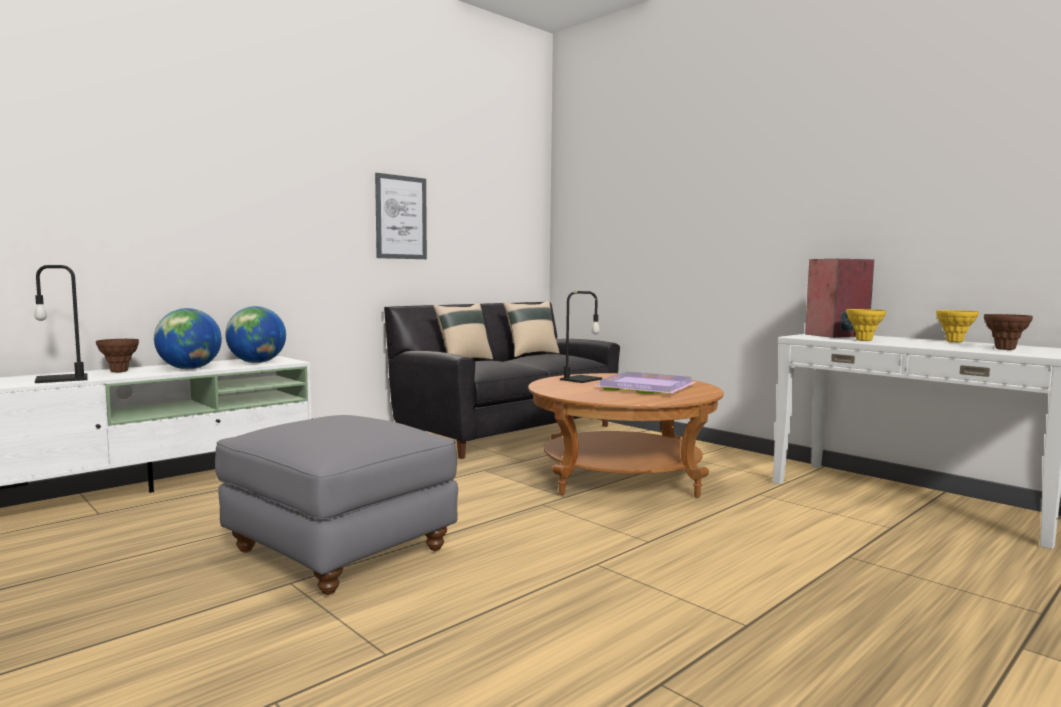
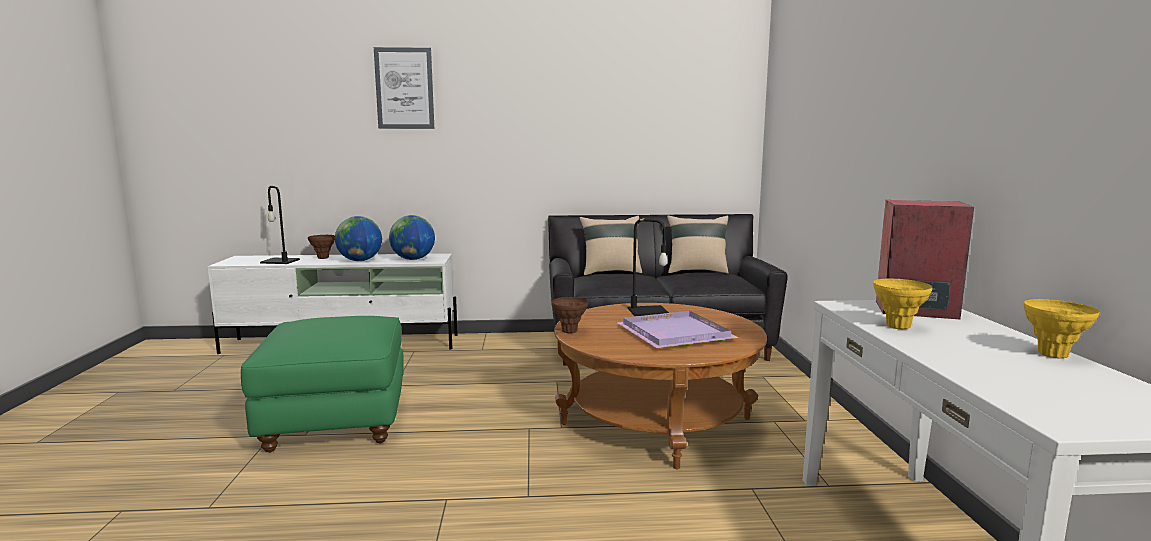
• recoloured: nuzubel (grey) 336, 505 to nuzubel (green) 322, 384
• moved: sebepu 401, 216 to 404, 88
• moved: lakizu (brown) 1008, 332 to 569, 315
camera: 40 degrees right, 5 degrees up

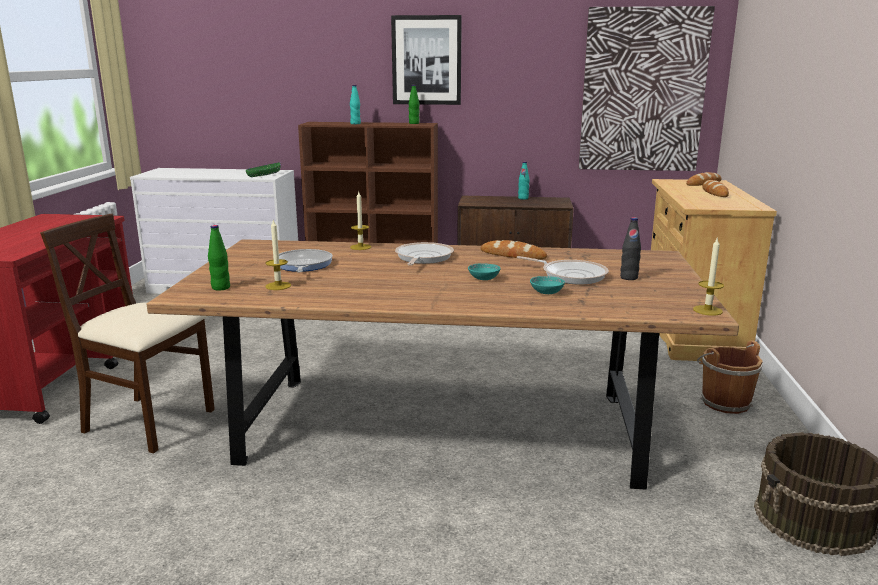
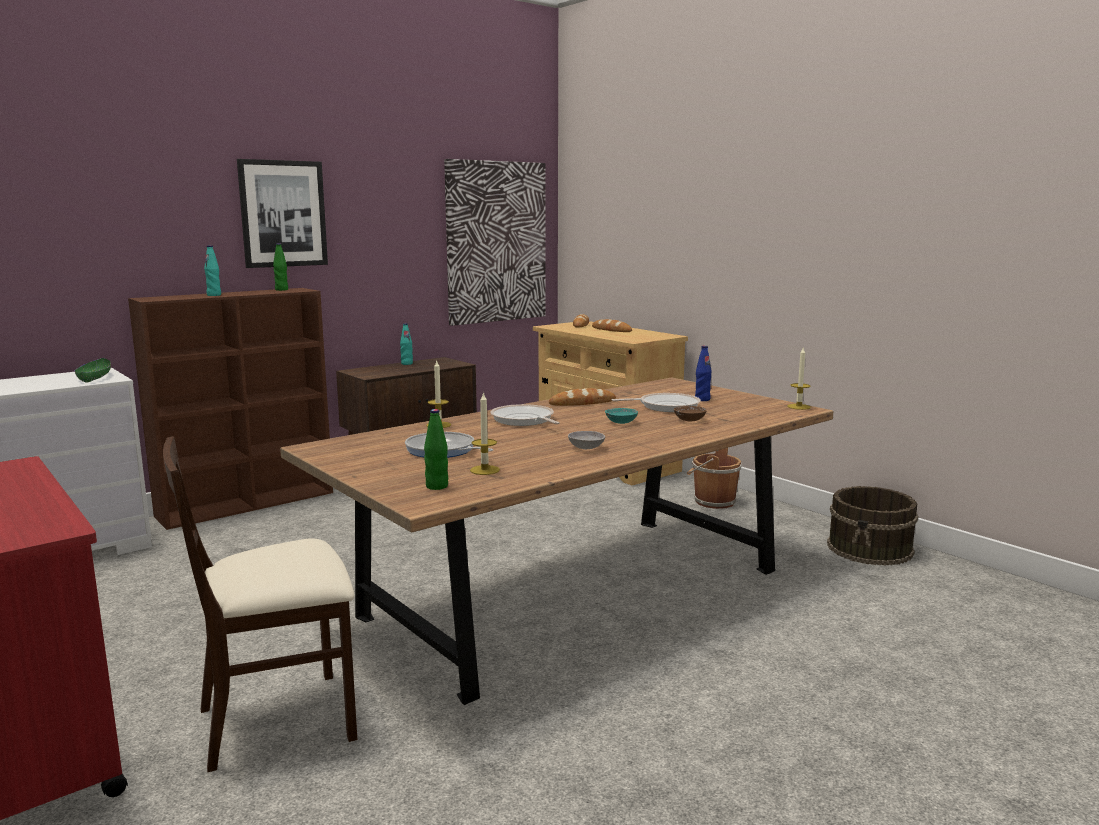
• recoloured: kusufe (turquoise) 547, 285 to kusufe (brown) 690, 413
• recoloured: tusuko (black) 630, 248 to tusuko (blue) 703, 373
• added: kusufe (grey) 586, 440
camera: 45 degrees left, 5 degrees down

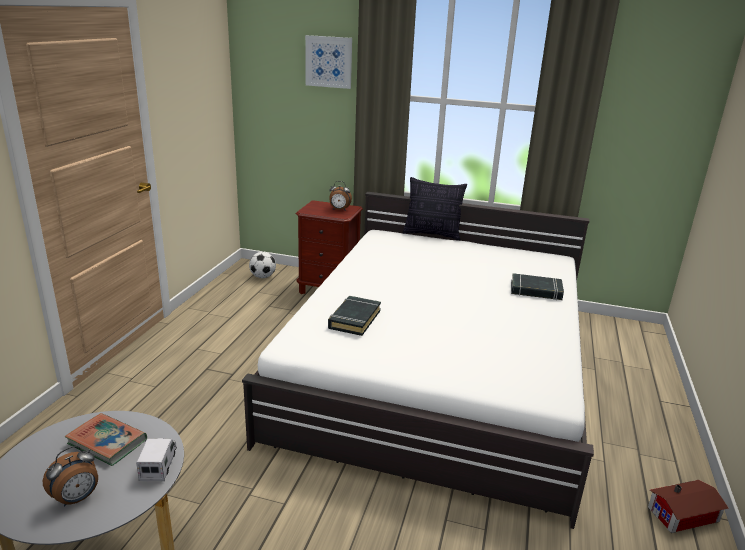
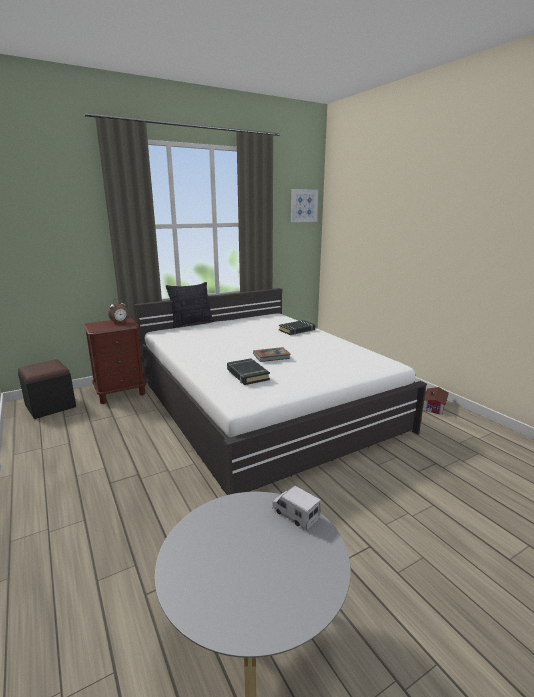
• removed: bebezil 70, 476
• moved: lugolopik 106, 439 to 272, 354
• replaced: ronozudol 262, 265 to nuzubel (black) 47, 389
• moved: sebepu 328, 62 to 304, 205
camera: 45 degrees left, 5 degrees down

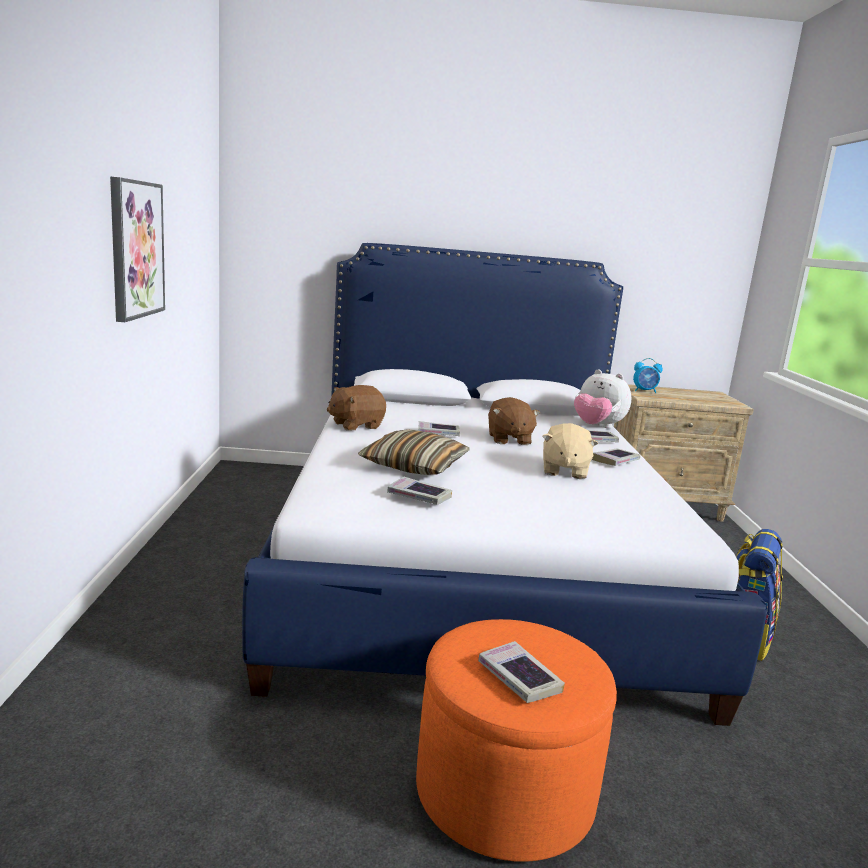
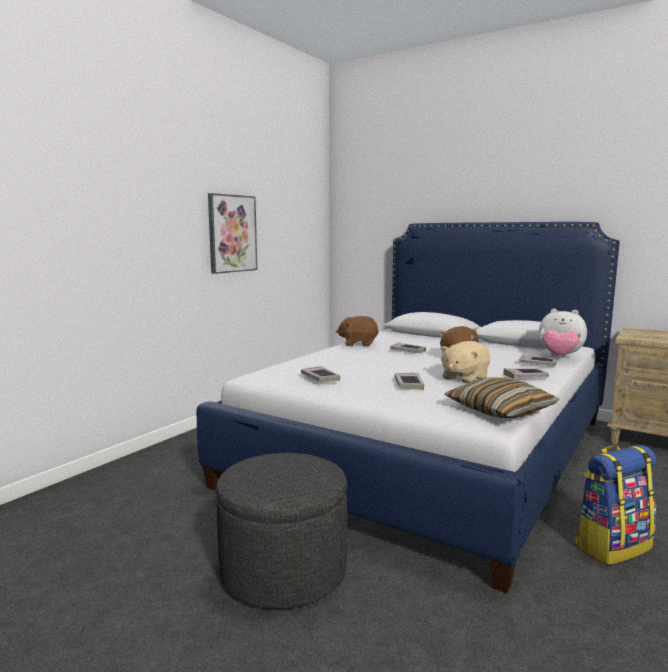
• moved: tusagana 413, 452 to 501, 397
• recoloured: nuzubel (orange) 516, 740 to nuzubel (grey) 281, 531
• moved: lugolopik 521, 672 to 409, 381
• turned: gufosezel 602, 398 = 563, 333 45 degrees counterclockwise
• removed: bebezil 648, 375
camera: 35 degrees right, 5 degrees down

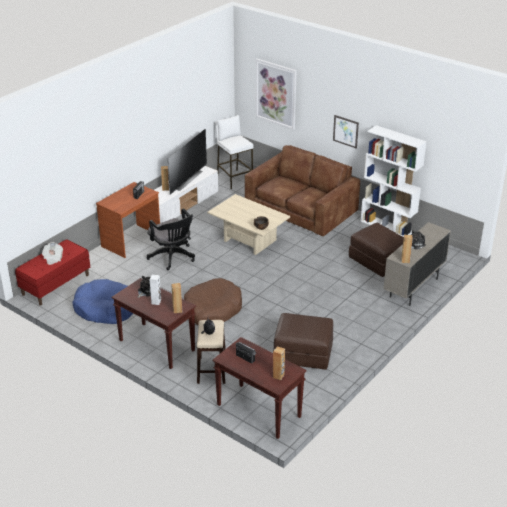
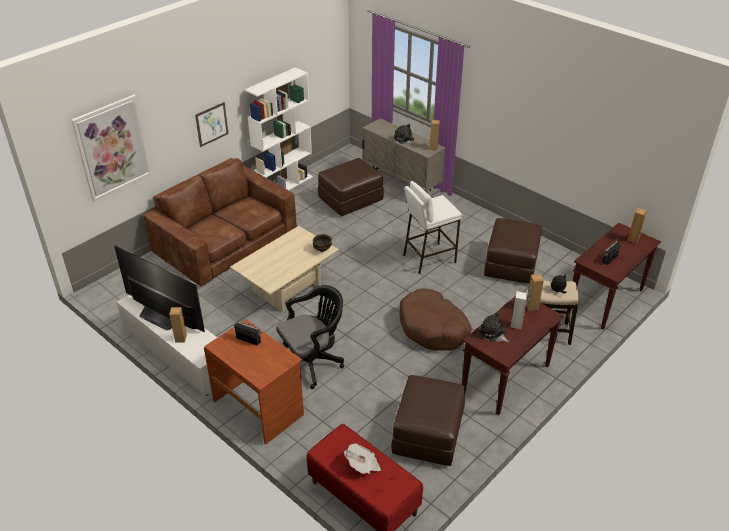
• replaced: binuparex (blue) 102, 301 to nuzubel (brown) 428, 420
• moved: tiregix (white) 234, 152 to 432, 227
camera: 85 degrees left, 5 degrees up

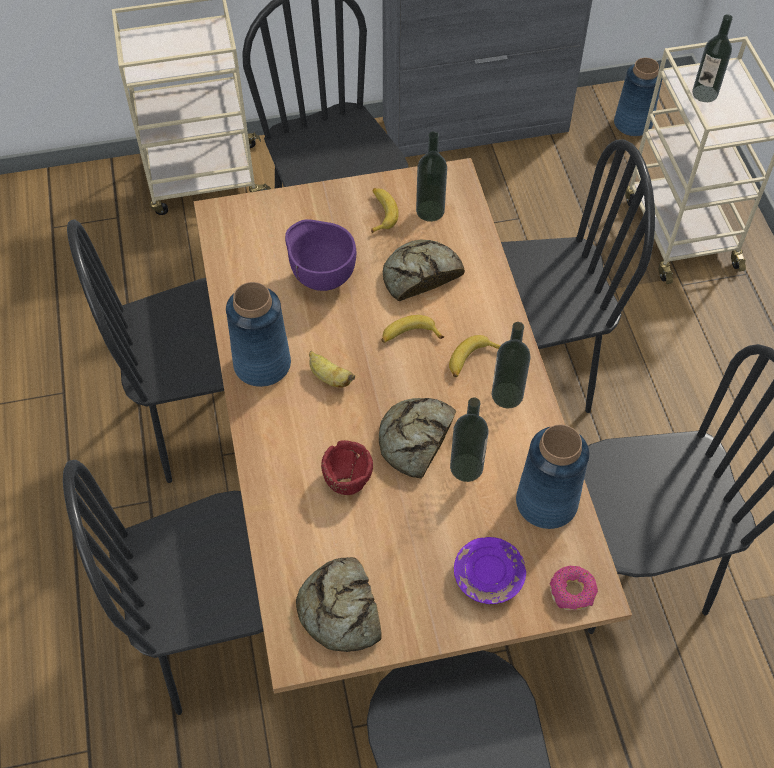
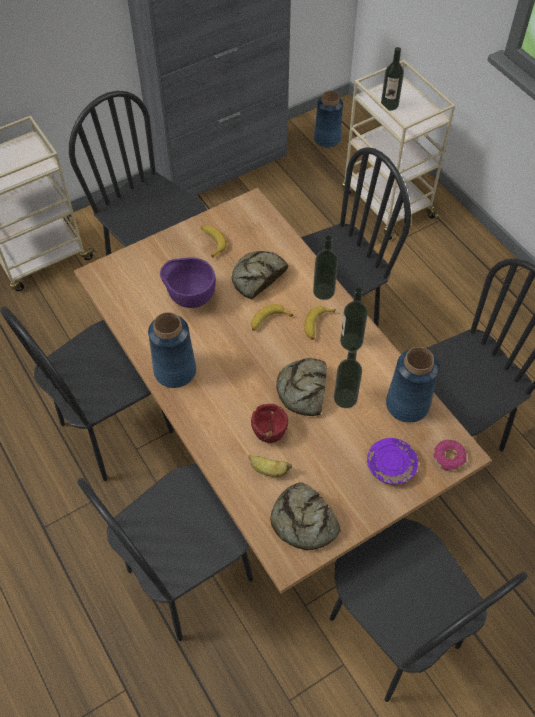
• moved: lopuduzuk 332, 369 to 270, 466
• moved: tusuko 431, 176 to 325, 267
camera: 20 degrees left, 0 degrees up

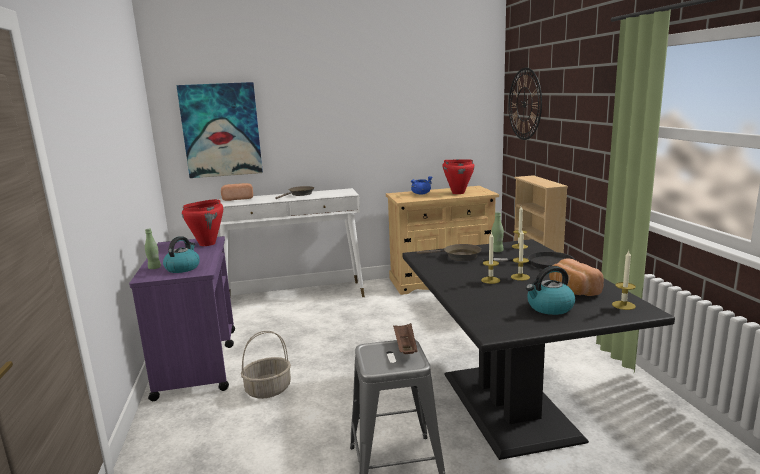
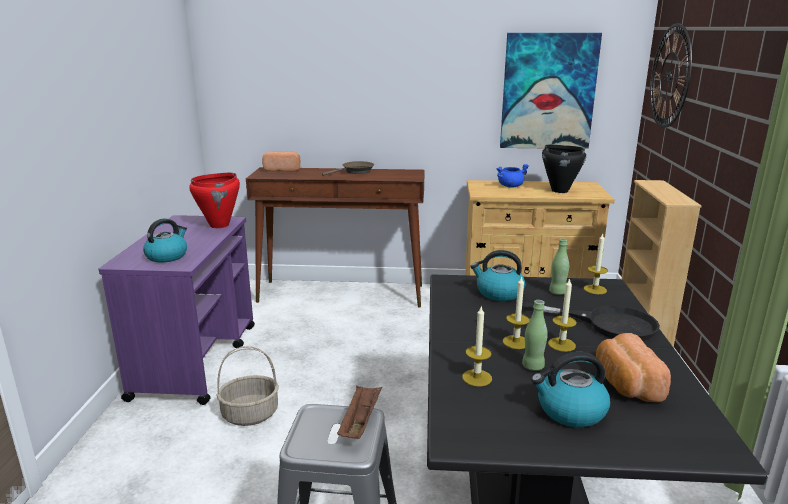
• moved: tusuko (green) 153, 249 to 535, 335
• moved: sebepu 219, 130 to 551, 91
• recoloured: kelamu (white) 291, 242 to kelamu (brown) 335, 237
• replaced: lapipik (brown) 449, 252 to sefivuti 497, 275
• recoloured: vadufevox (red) 459, 176 to vadufevox (black) 564, 169
• moved: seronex 624, 280 to 477, 346
camera: 15 degrees right, 5 degrees up

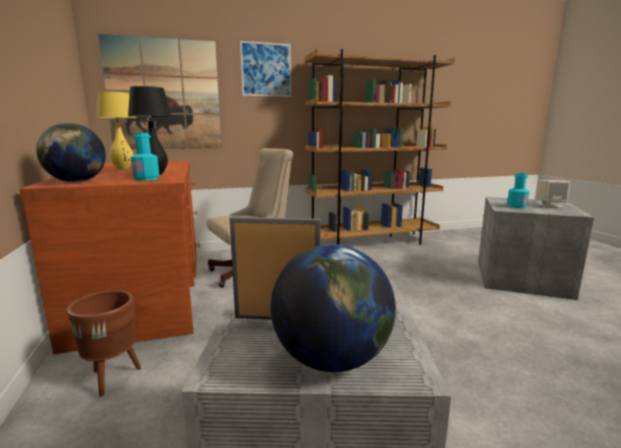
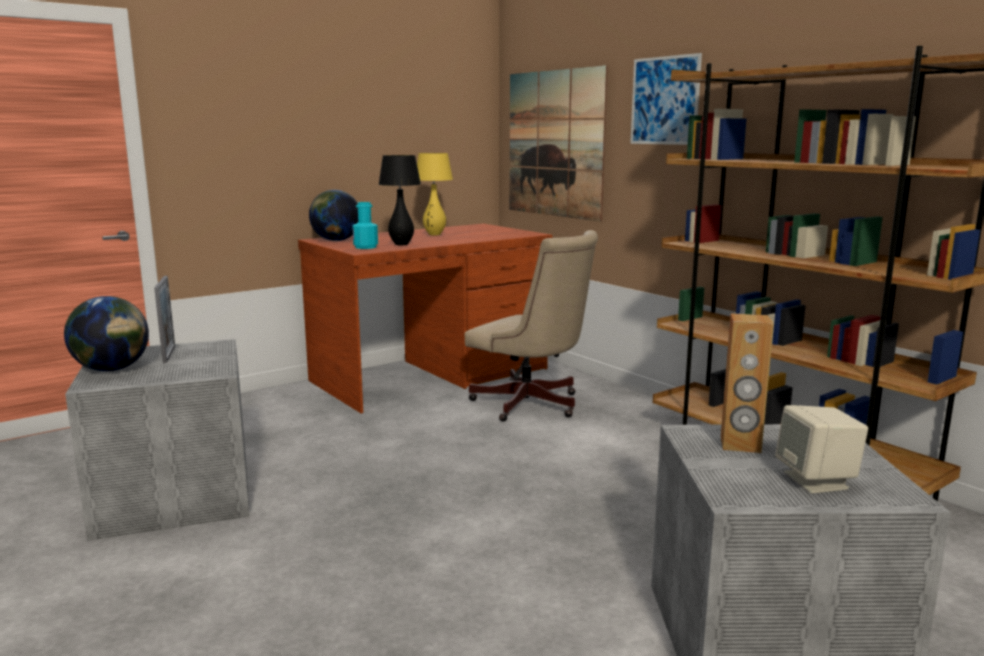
• removed: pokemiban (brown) 104, 343
• replaced: tusuko (turquoise) 518, 190 to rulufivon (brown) 747, 383
camera: 70 degrees right, 0 degrees up

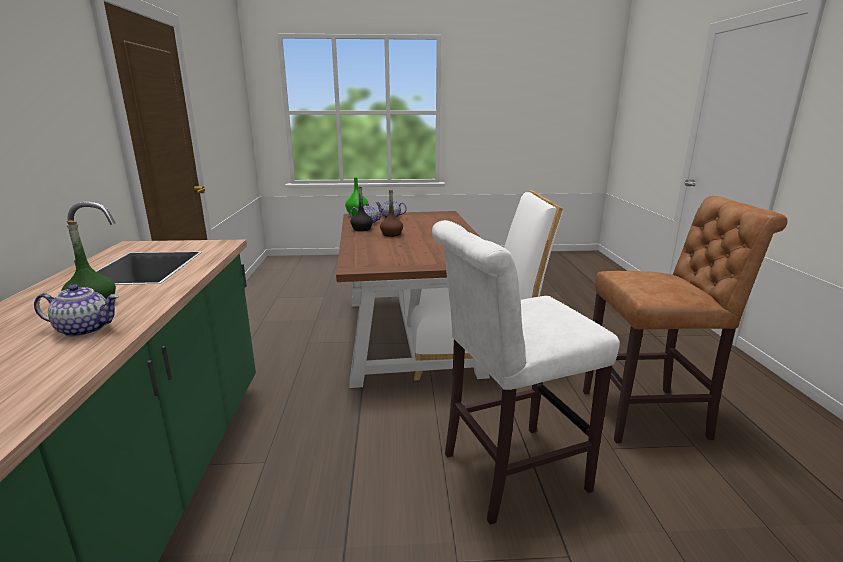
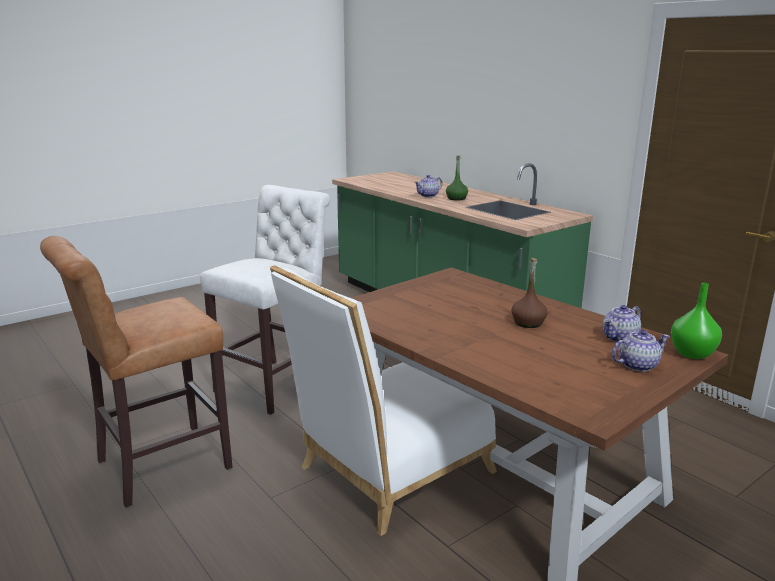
• removed: tusuko (black) 361, 209
camera: 145 degrees right, 0 degrees up

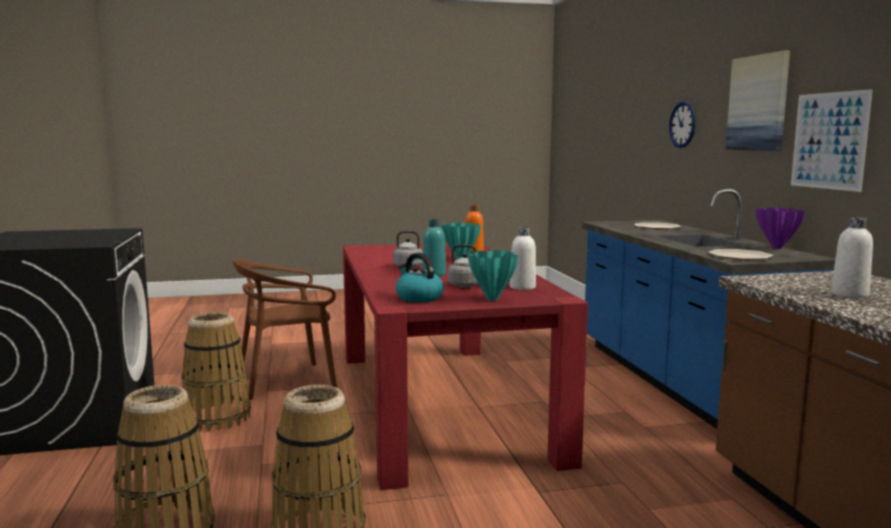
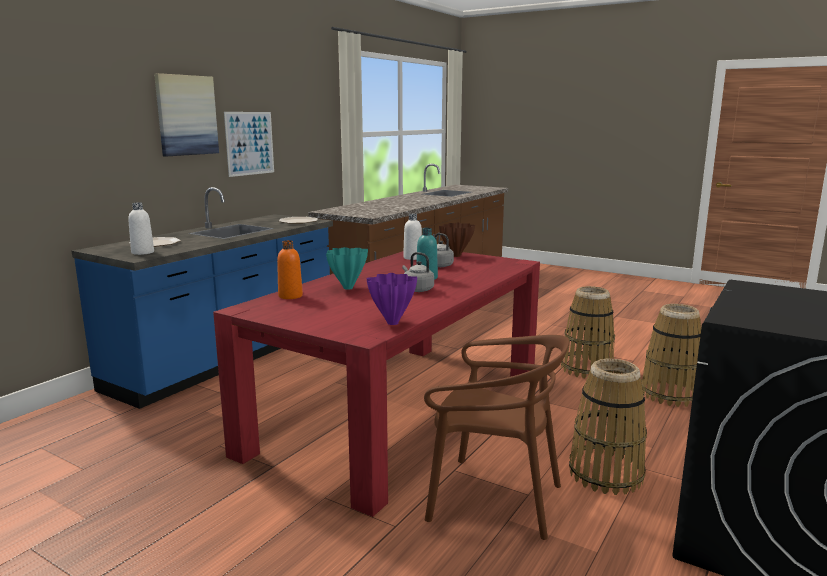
• removed: sefivuti 420, 278
• recoloured: lakizu (turquoise) 493, 275 to lakizu (brown) 457, 240
• removed: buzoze 682, 125
• moved: lakizu (purple) 780, 228 to 391, 299
• moved: tusuko (white) 852, 257 to 141, 228
camera: 135 degrees left, 5 degrees up

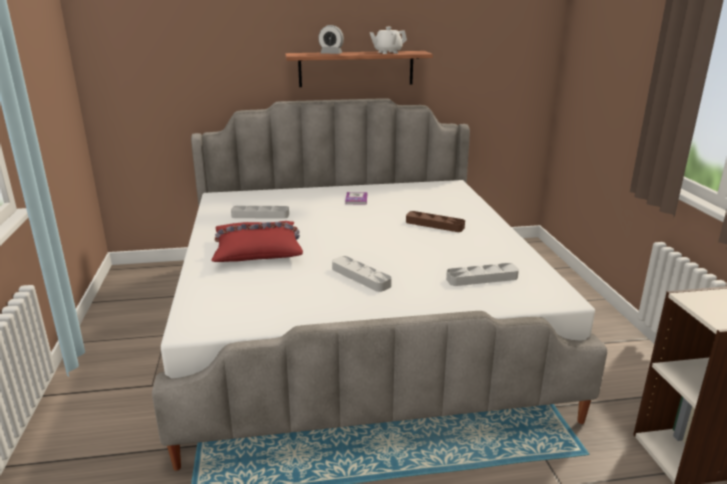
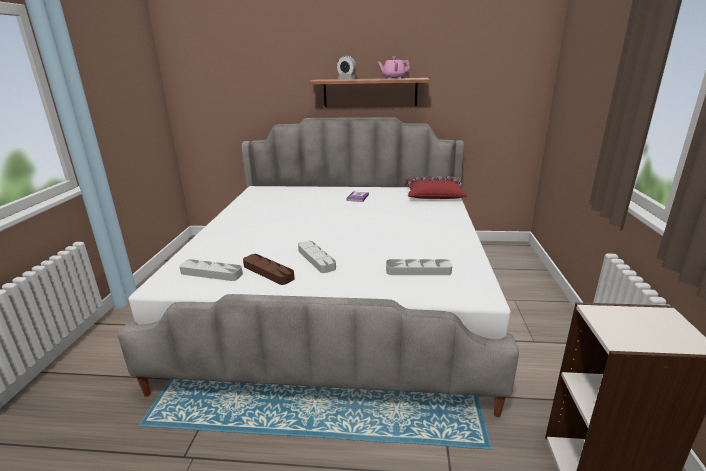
• moved: tusagana (red) 257, 241 to 436, 187
• moved: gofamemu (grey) 260, 212 to 211, 270
• recoloured: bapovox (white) 388, 40 to bapovox (pink) 394, 68
• moved: gofamemu (brown) 435, 221 to 268, 269
camera: 15 degrees right, 0 degrees up

